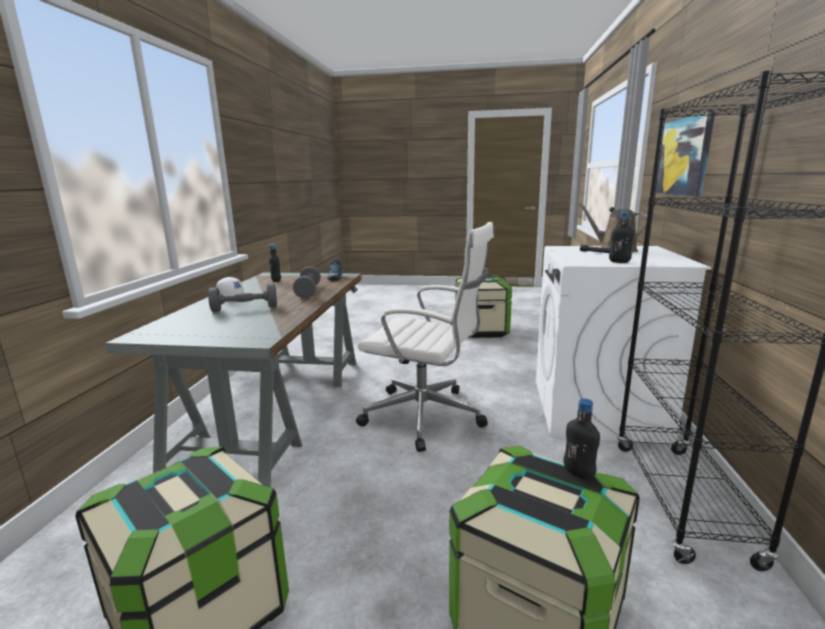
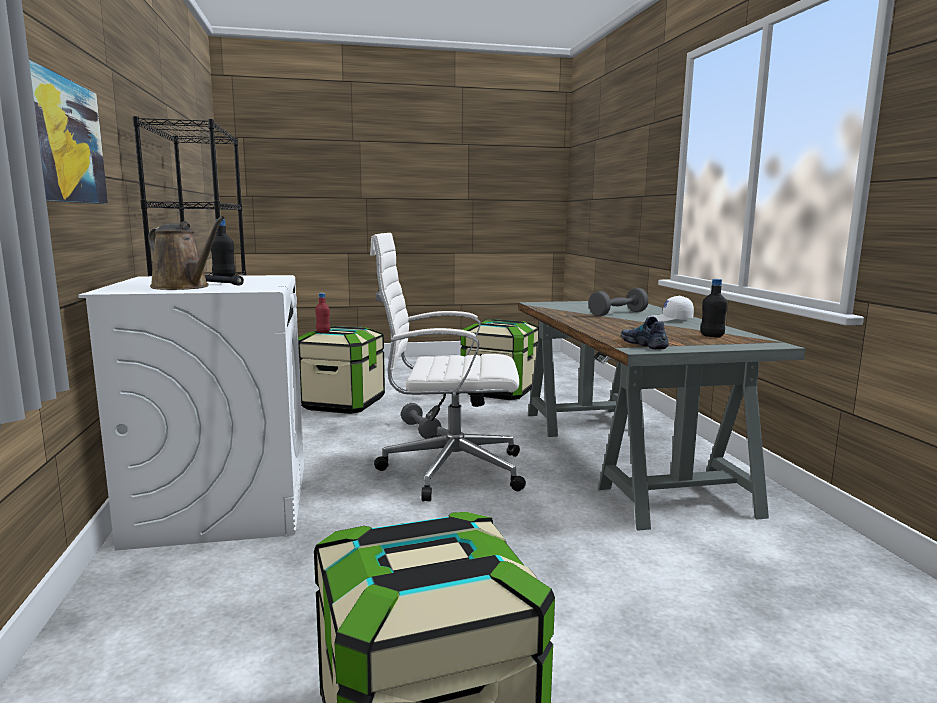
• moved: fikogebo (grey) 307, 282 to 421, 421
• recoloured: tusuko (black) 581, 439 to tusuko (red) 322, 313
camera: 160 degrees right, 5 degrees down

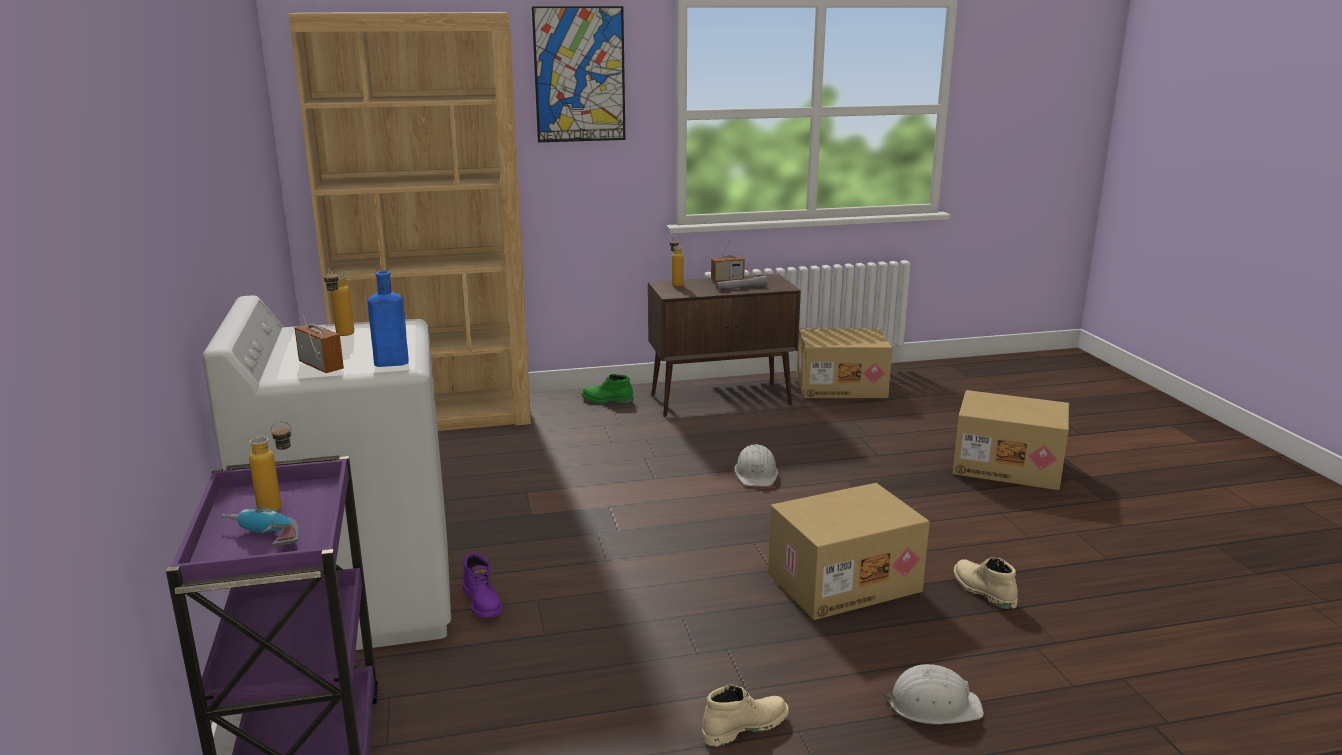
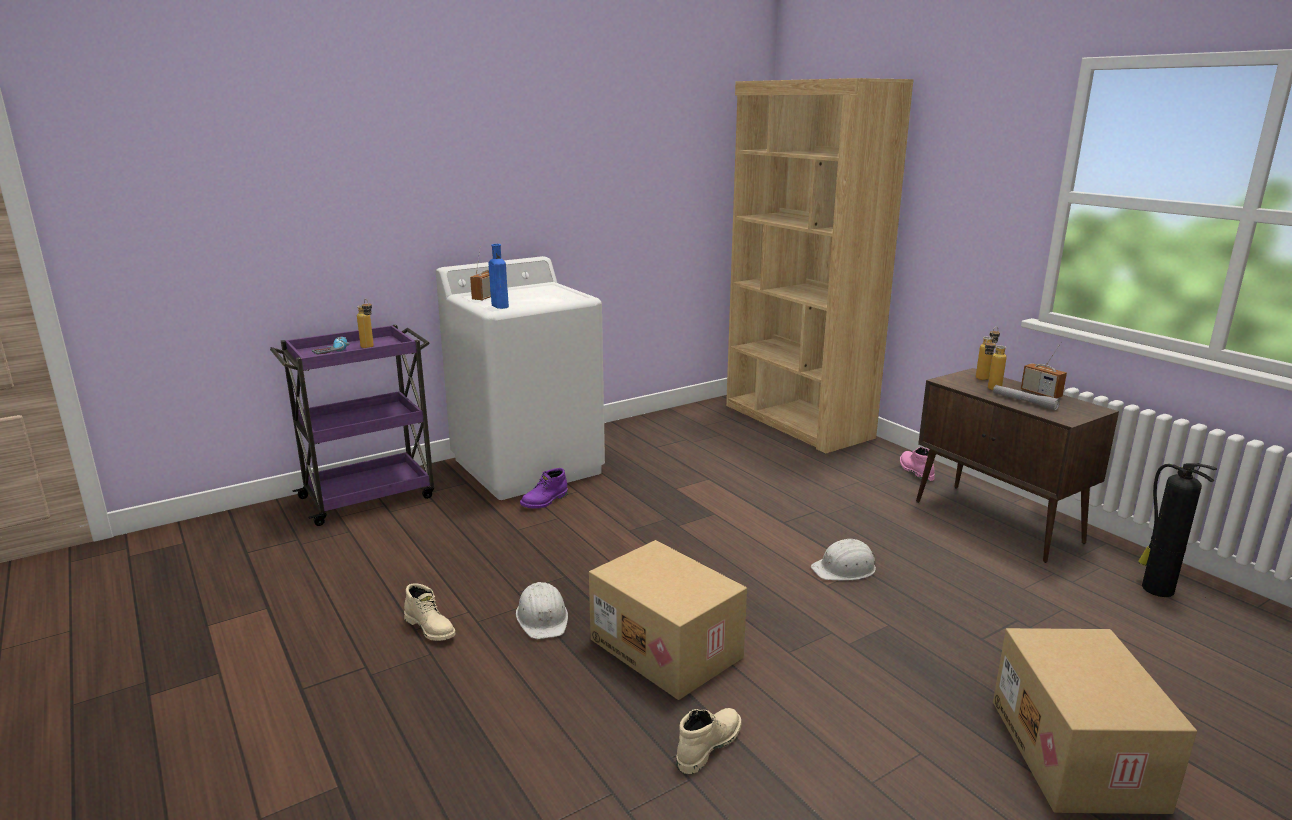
• moved: tusuko 339, 302 to 996, 364
• removed: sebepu 578, 74
• recoloured: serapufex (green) 607, 388 to serapufex (pink) 917, 464
• replaced: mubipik 844, 363 to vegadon 1177, 530
• moved: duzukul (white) 934, 694 to 542, 610
camera: 70 degrees right, 0 degrees up

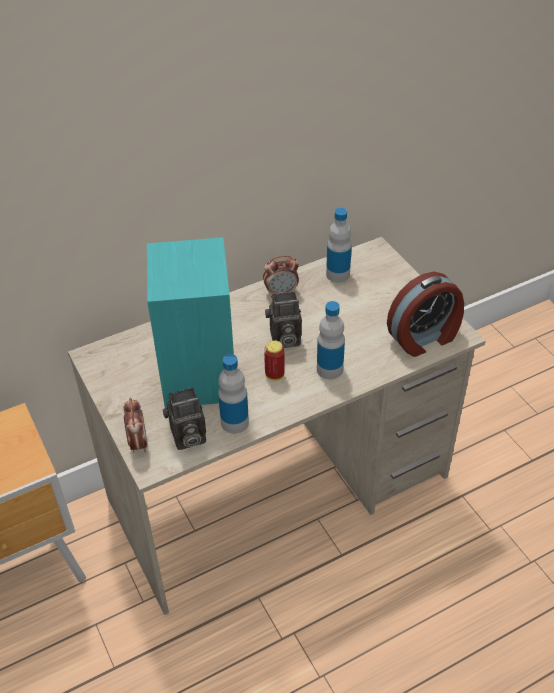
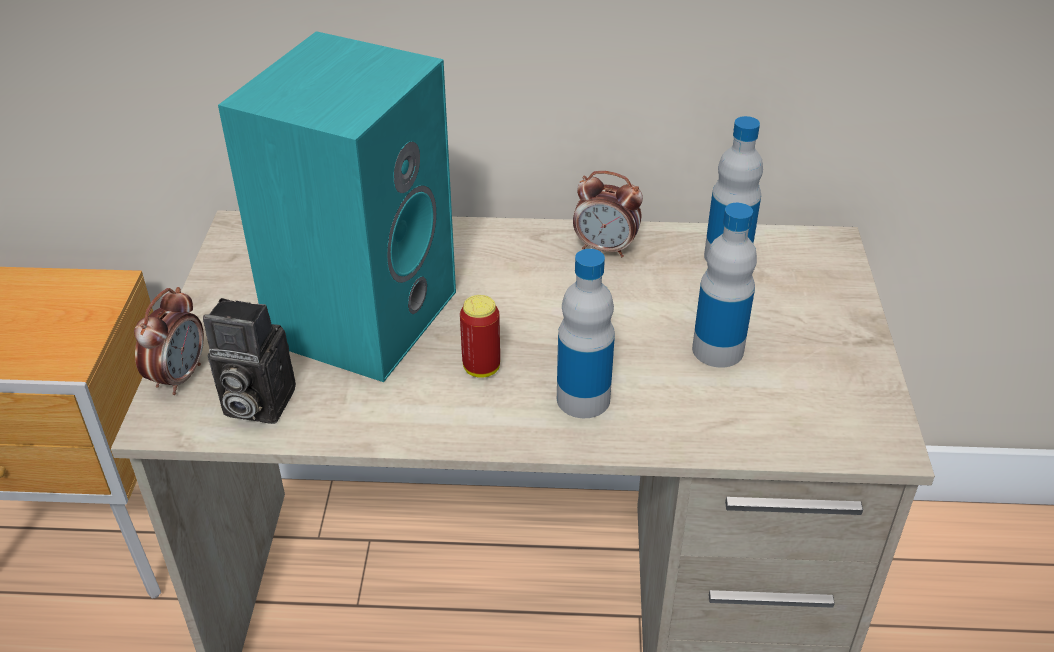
• moved: tusuko 233, 394 to 724, 285
• removed: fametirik 283, 319
• removed: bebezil 425, 314
camera: 30 degrees right, 5 degrees down

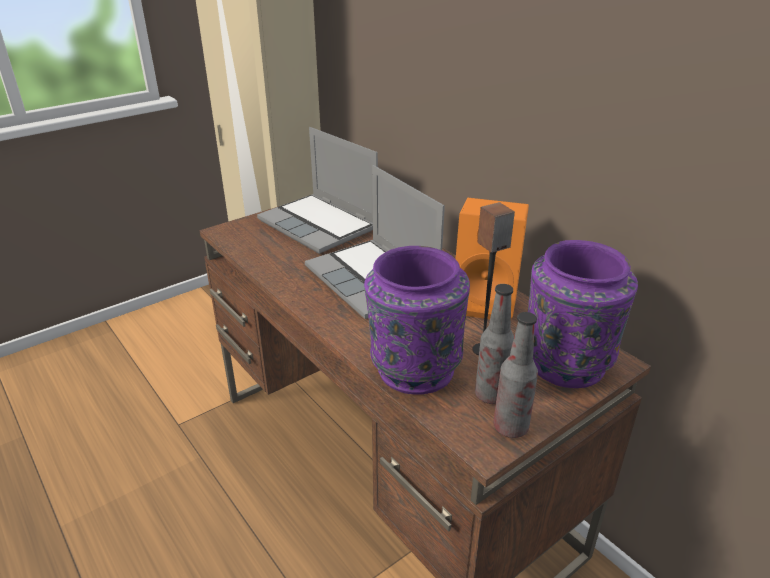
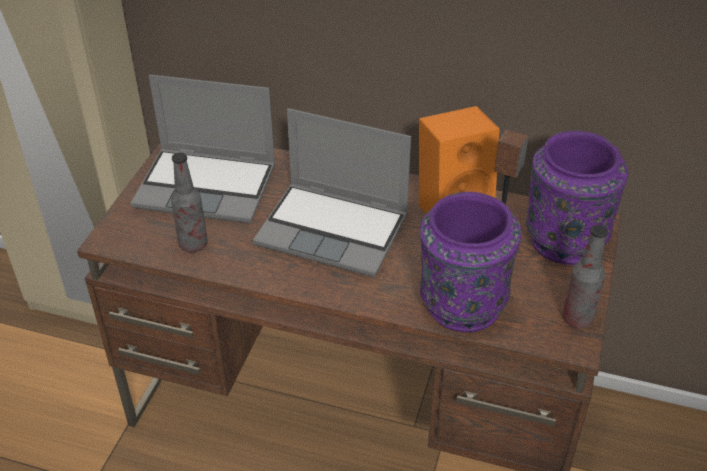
• moved: tusuko 494, 344 to 189, 202
camera: 35 degrees left, 10 degrees up

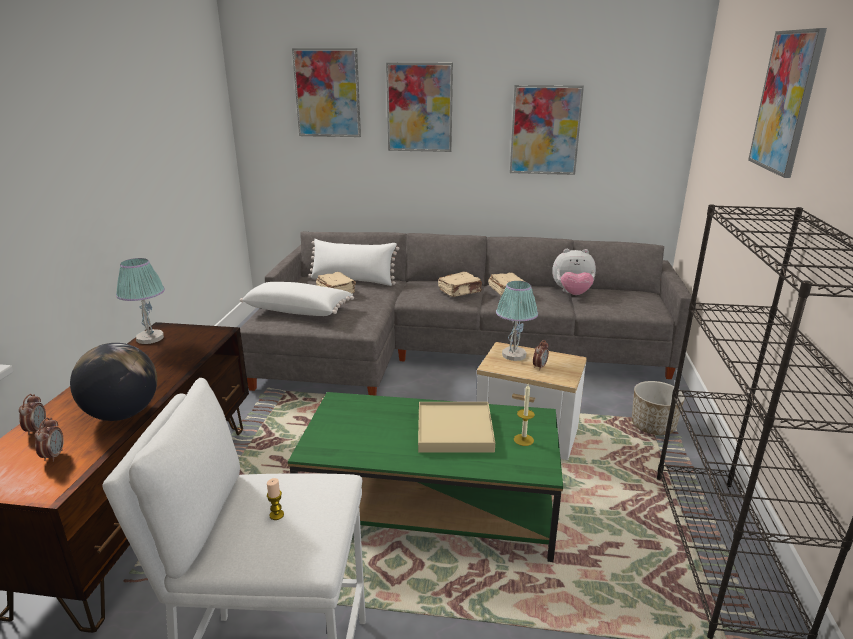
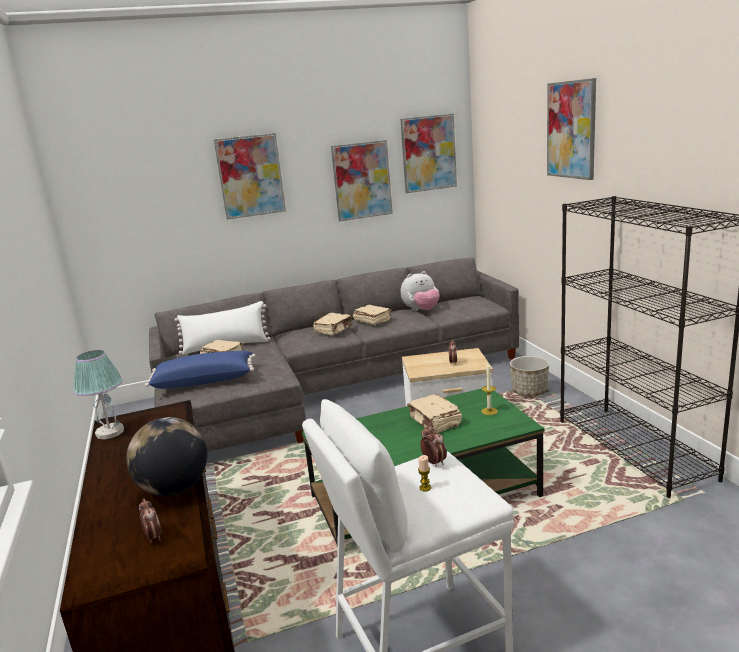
• moved: bebezil 32, 414 to 433, 446
• recoloured: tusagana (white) 297, 299 to tusagana (blue) 200, 370
• moved: sebepu 326, 92 to 428, 153
• replaced: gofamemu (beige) 456, 427 to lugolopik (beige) 434, 414
• removed: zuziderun 517, 321
camera: 25 degrees left, 5 degrees down

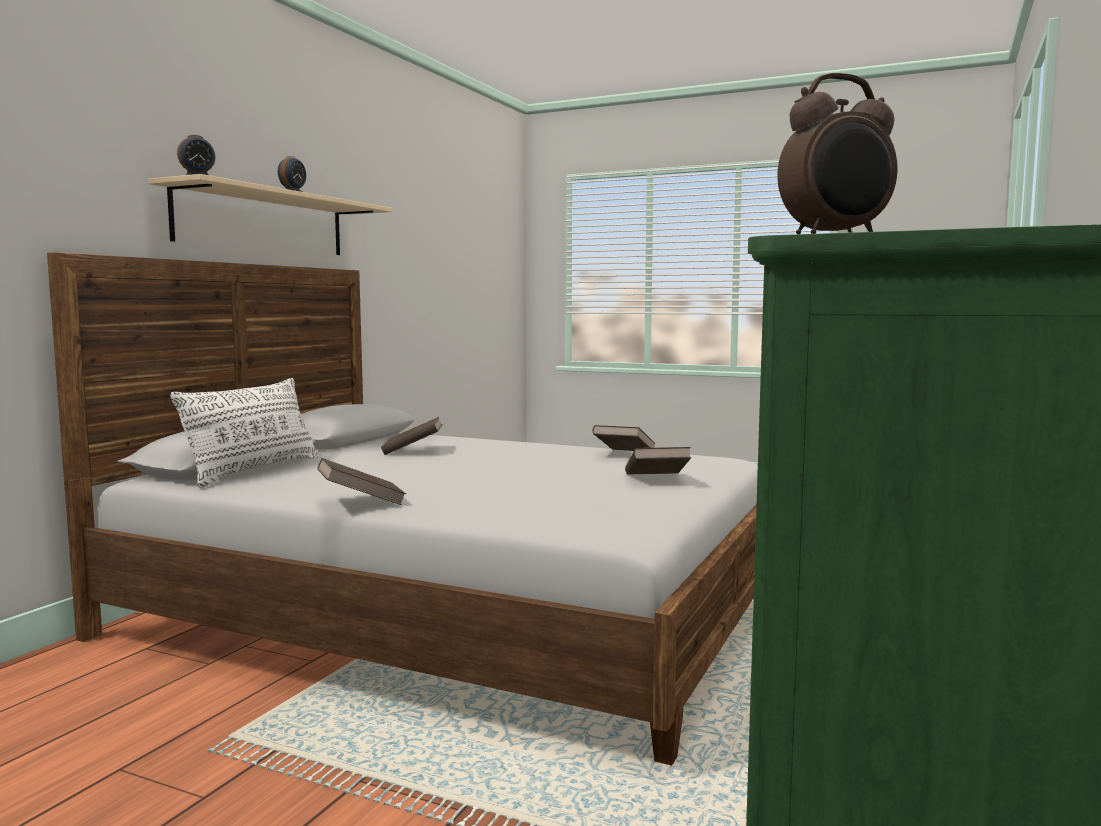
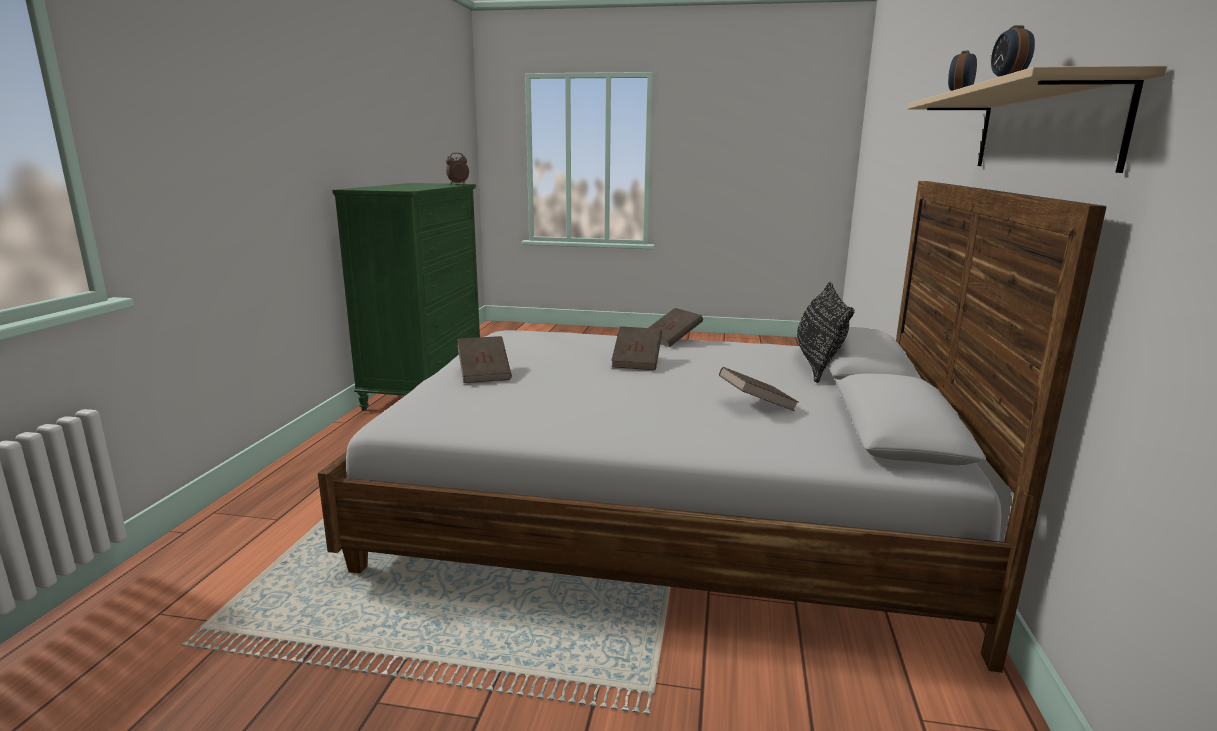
• recoloured: tusagana (white) 244, 433 to tusagana (black) 826, 332
• moved: lugolopik (brown) 624, 438 to 636, 348
camera: 165 degrees right, 10 degrees up

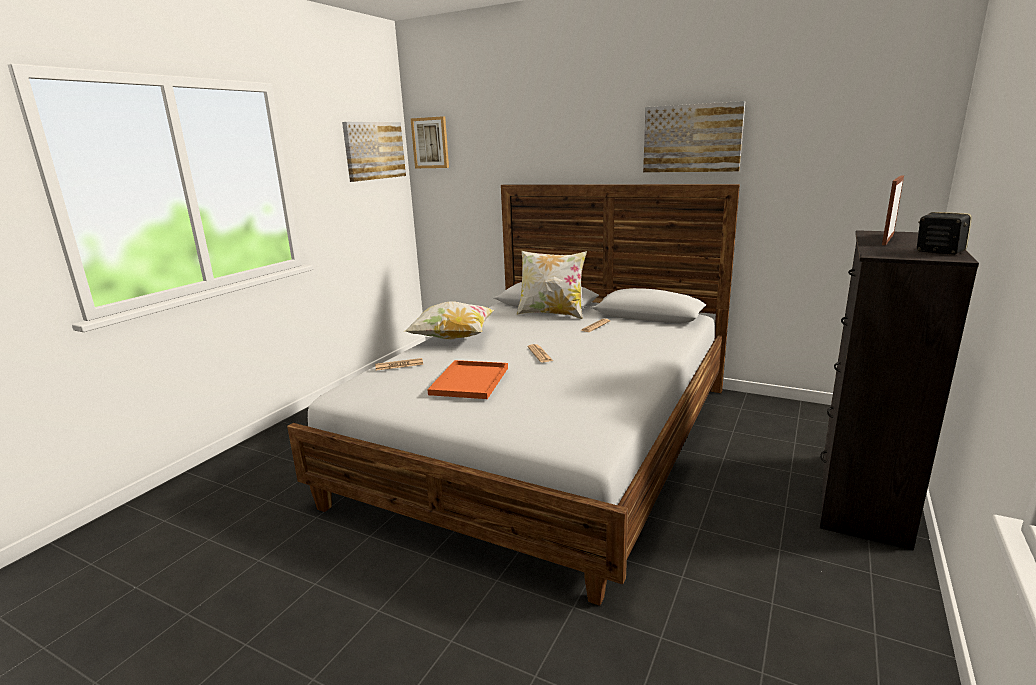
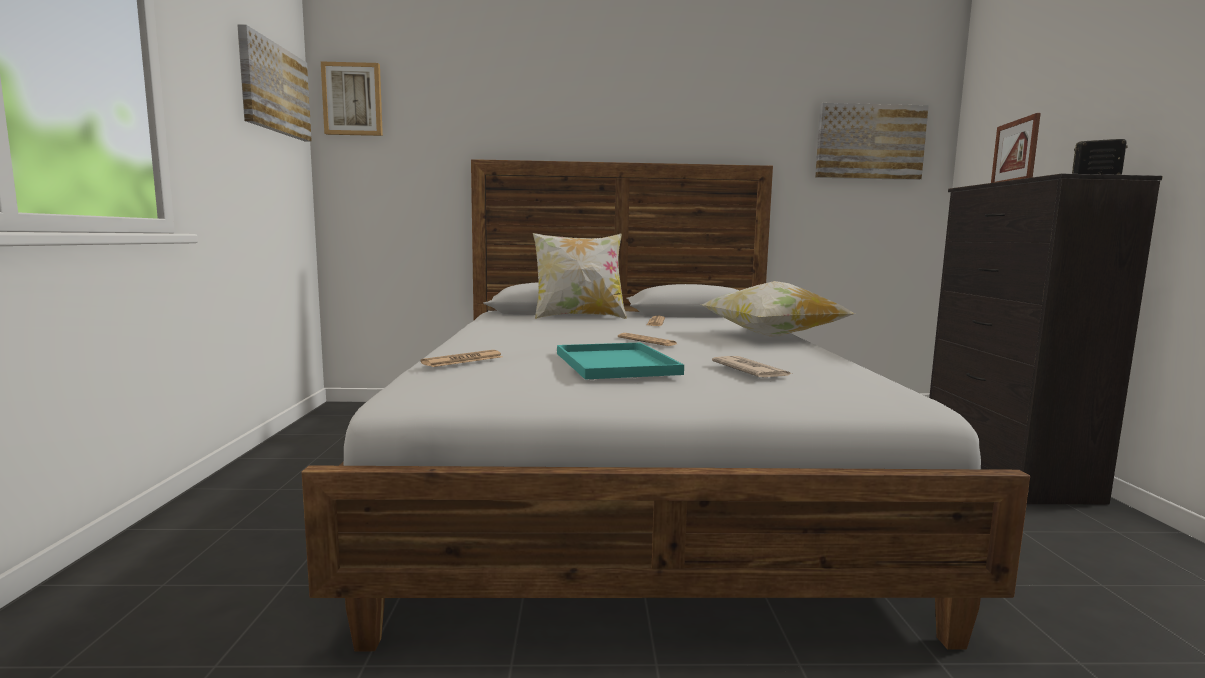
• moved: tusagana 449, 320 to 778, 309
• recoloured: gofamemu (orange) 467, 379 to gofamemu (turquoise) 620, 361
• moved: sebepu 694, 137 to 872, 141
• added: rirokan 752, 366
camera: 30 degrees left, 10 degrees down

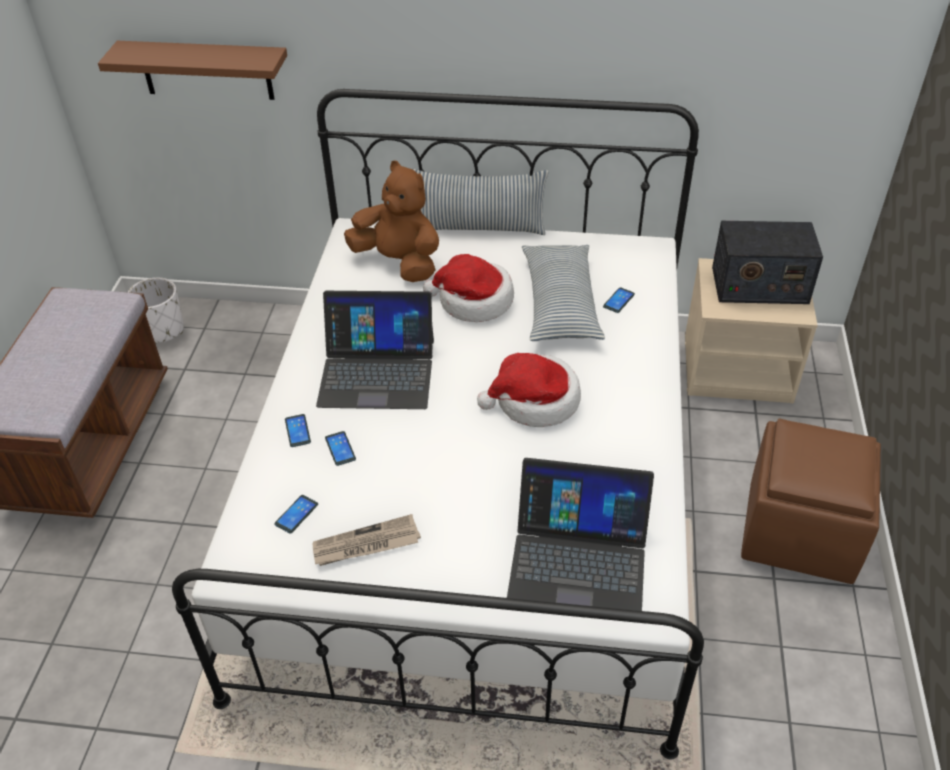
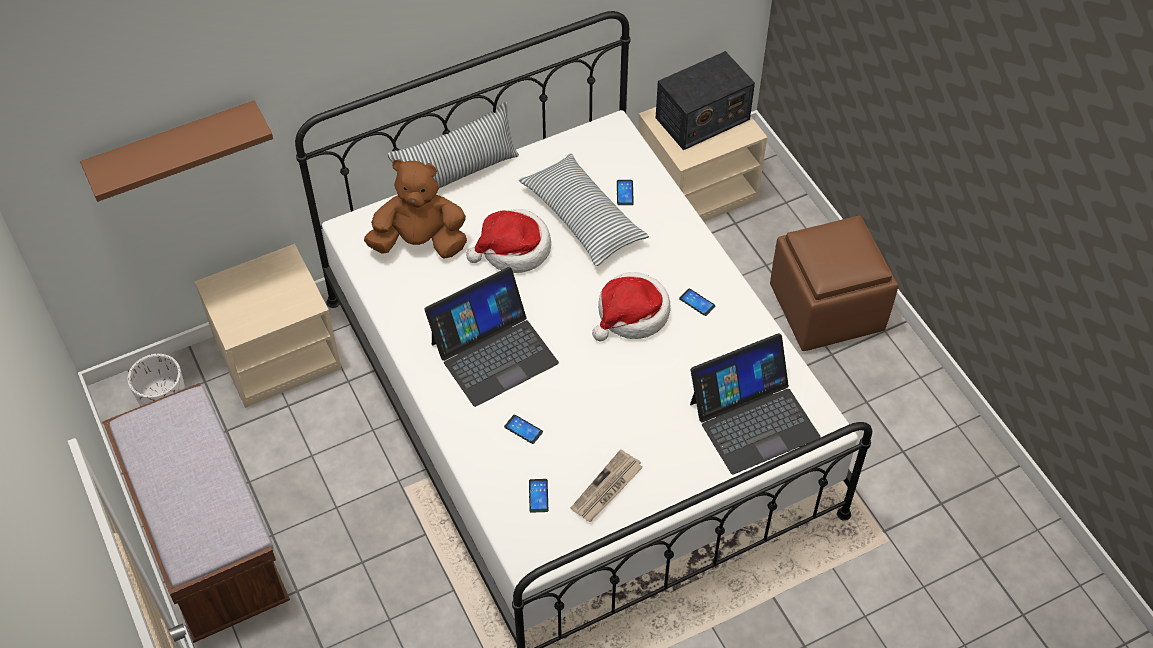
• moved: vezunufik 298, 430 to 697, 302
• added: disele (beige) 268, 326
camera: 35 degrees left, 10 degrees up

